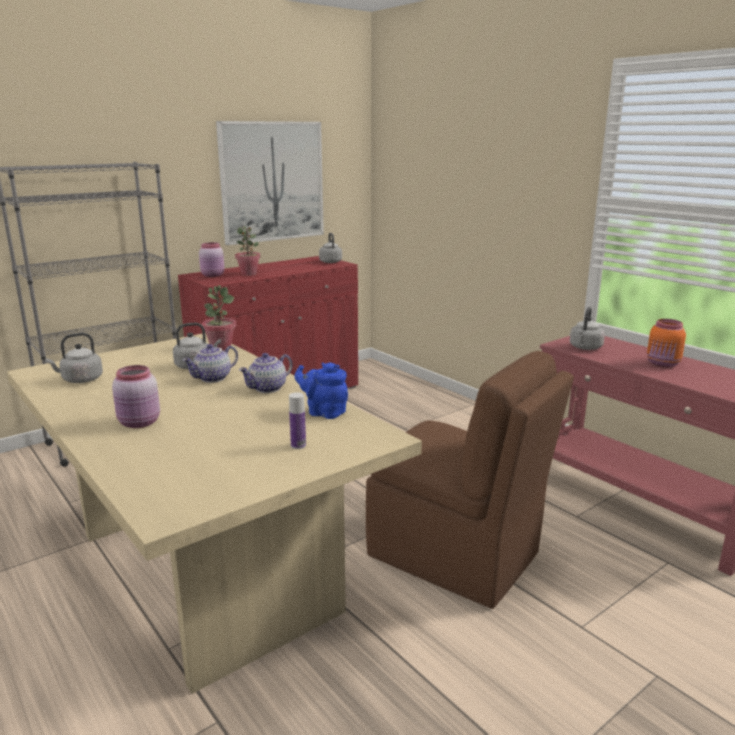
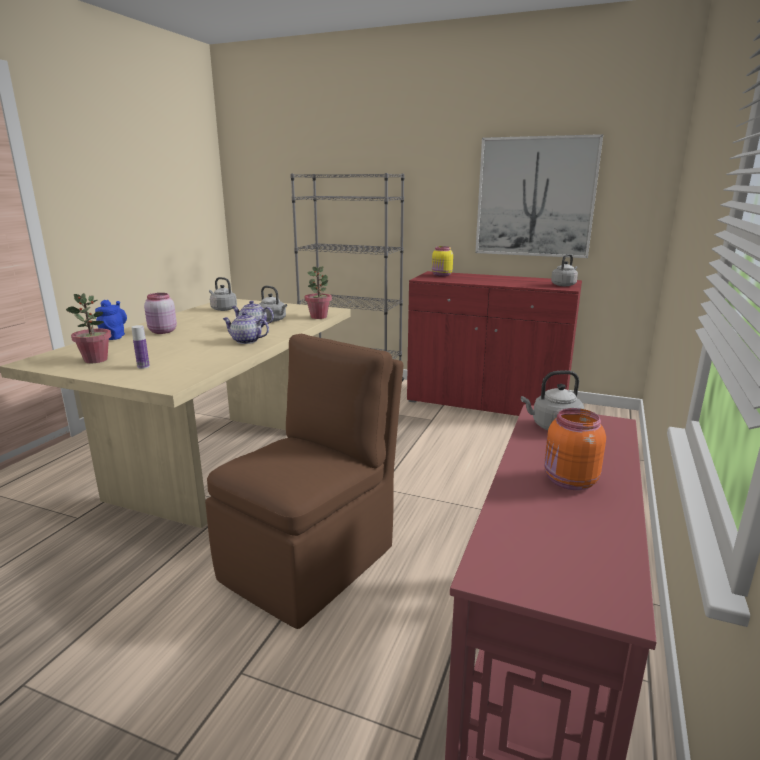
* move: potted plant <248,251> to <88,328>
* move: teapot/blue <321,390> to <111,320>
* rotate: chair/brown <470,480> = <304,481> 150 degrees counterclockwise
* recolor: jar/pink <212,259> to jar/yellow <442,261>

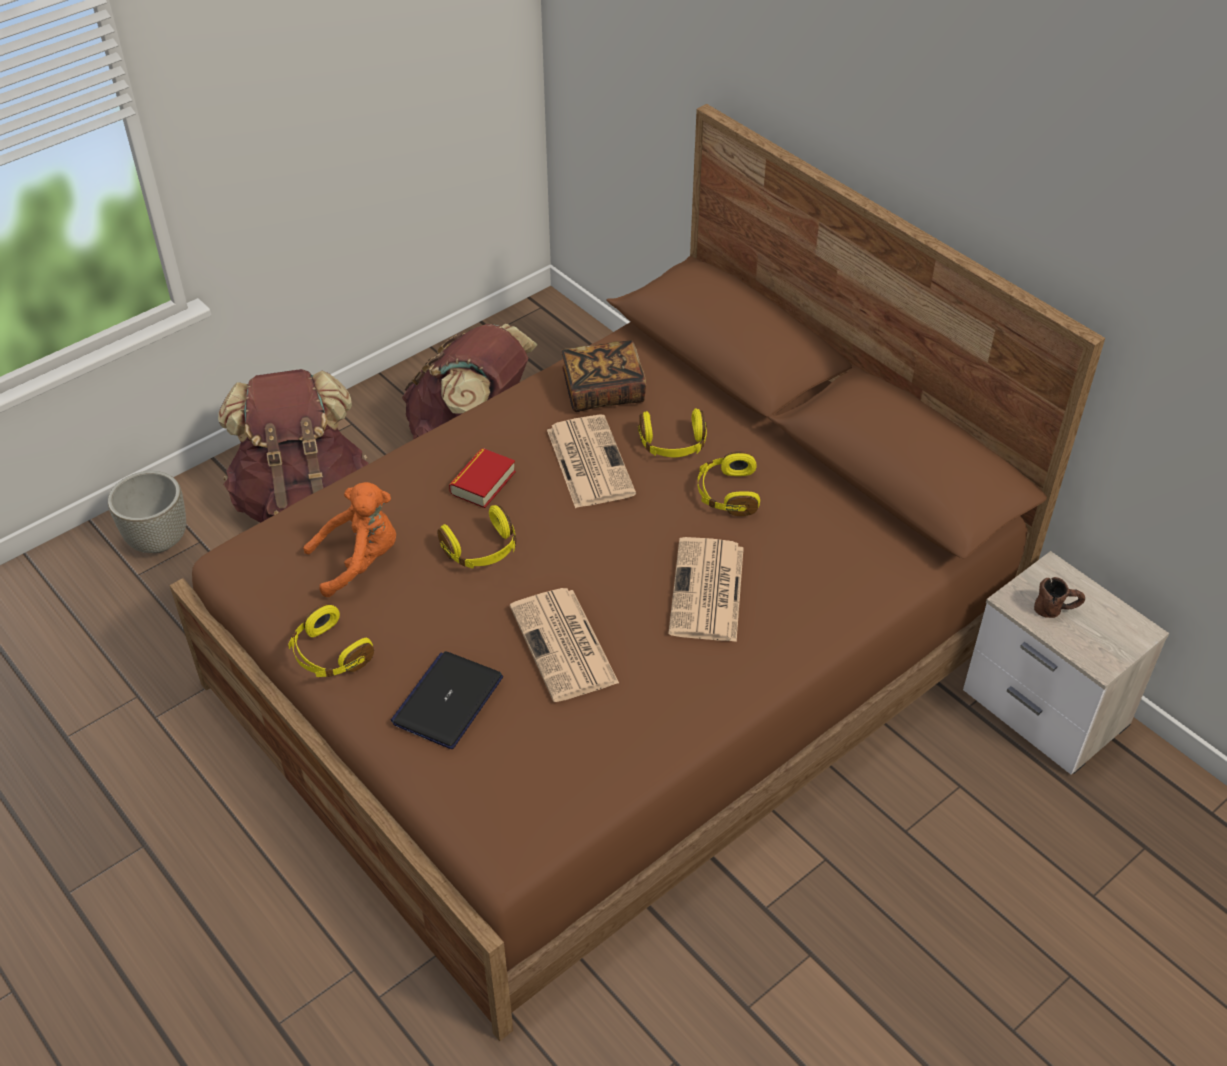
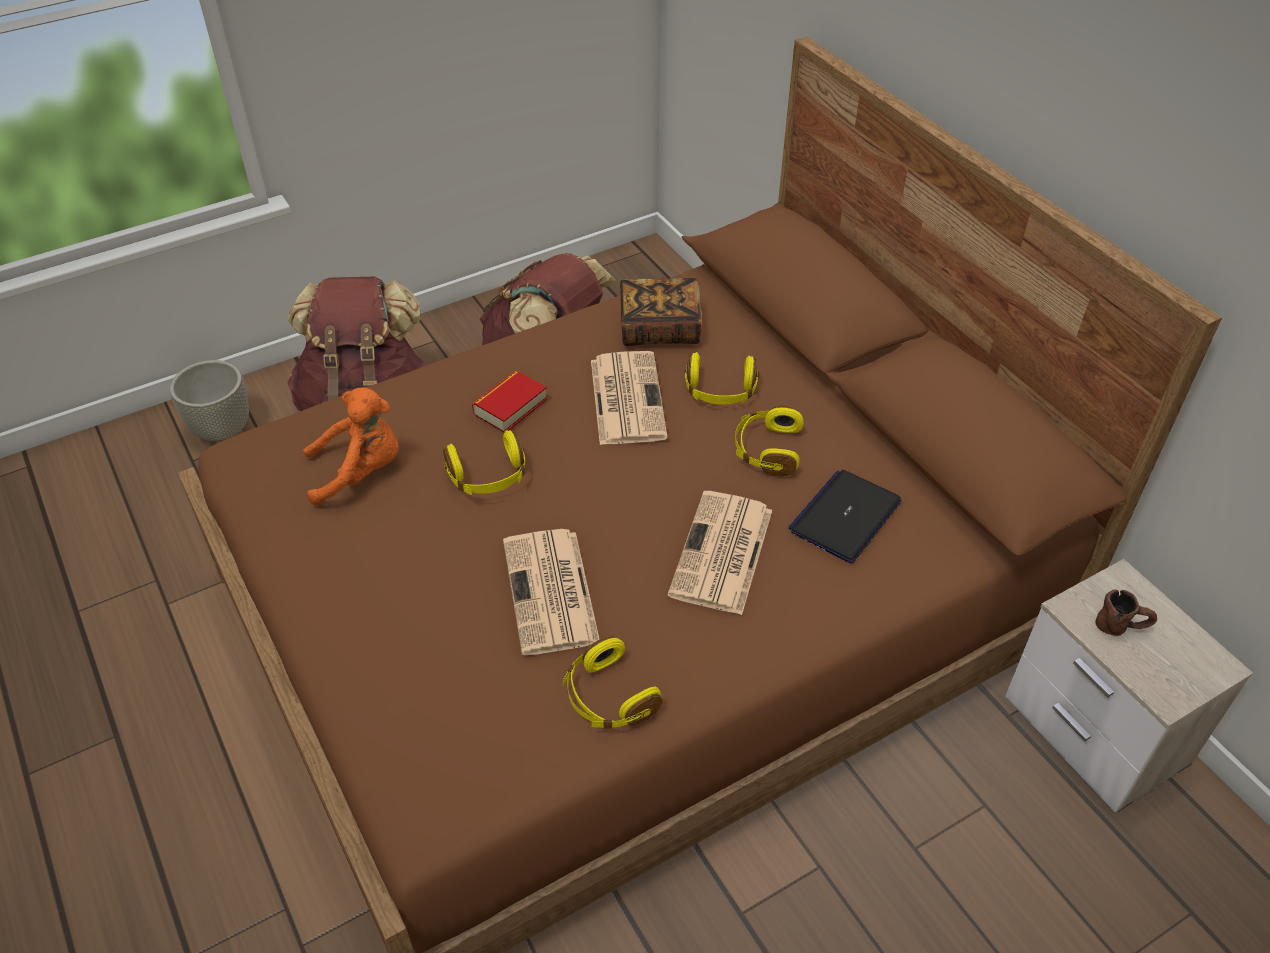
* move: headphones/yellow <331,640> to <612,682>
* move: laptop <447,700> to <845,516>

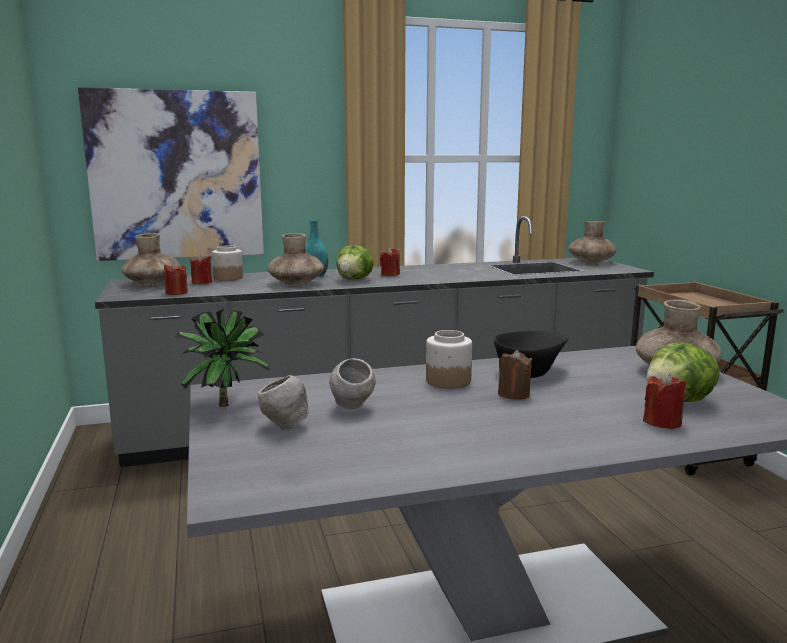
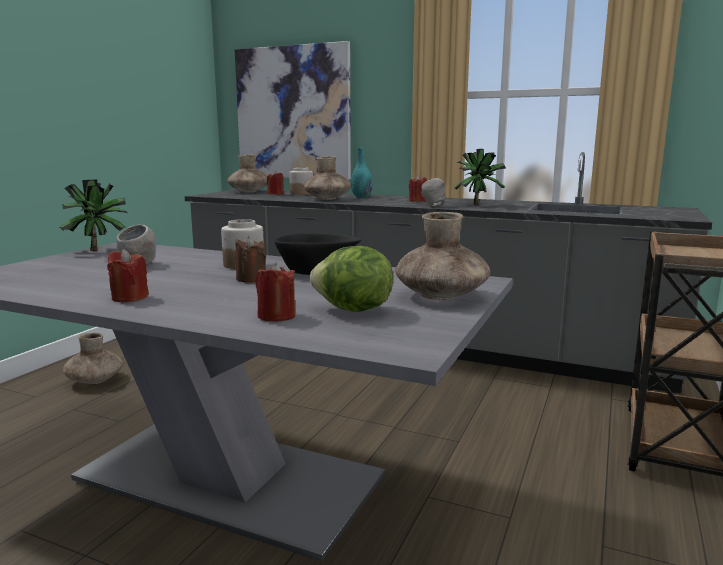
* move: vase/brown <593,242> to <93,358>
* move: candle/red <176,278> to <128,275>
* move: bowl/grey <283,402> to <433,192>
* insert: potted plant <480,177>
* delete: lettuce <355,262>

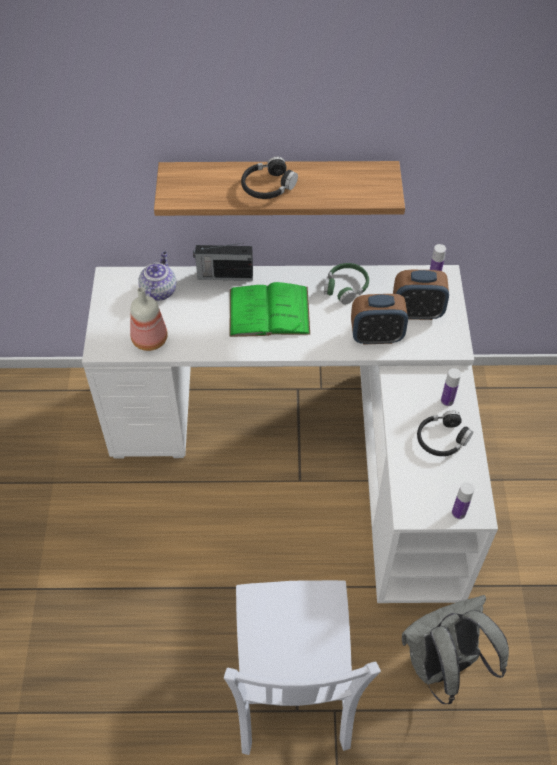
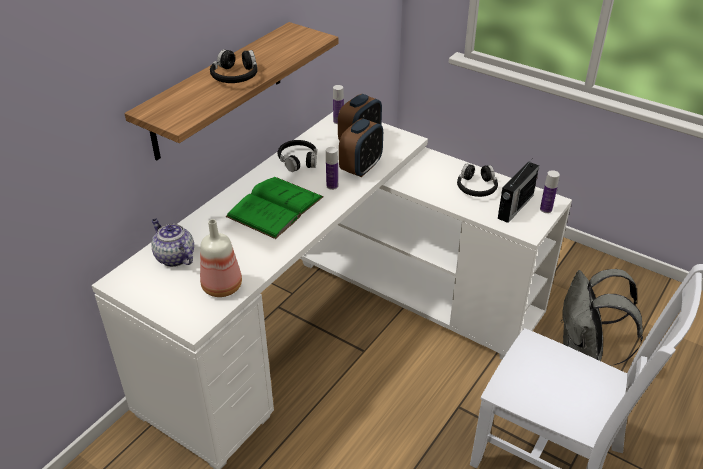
* recolor: headphones/green <346,284> to headphones/black <297,156>
* move: bottle <451,387> to <332,168>
* move: radio <223,262> to <518,191>

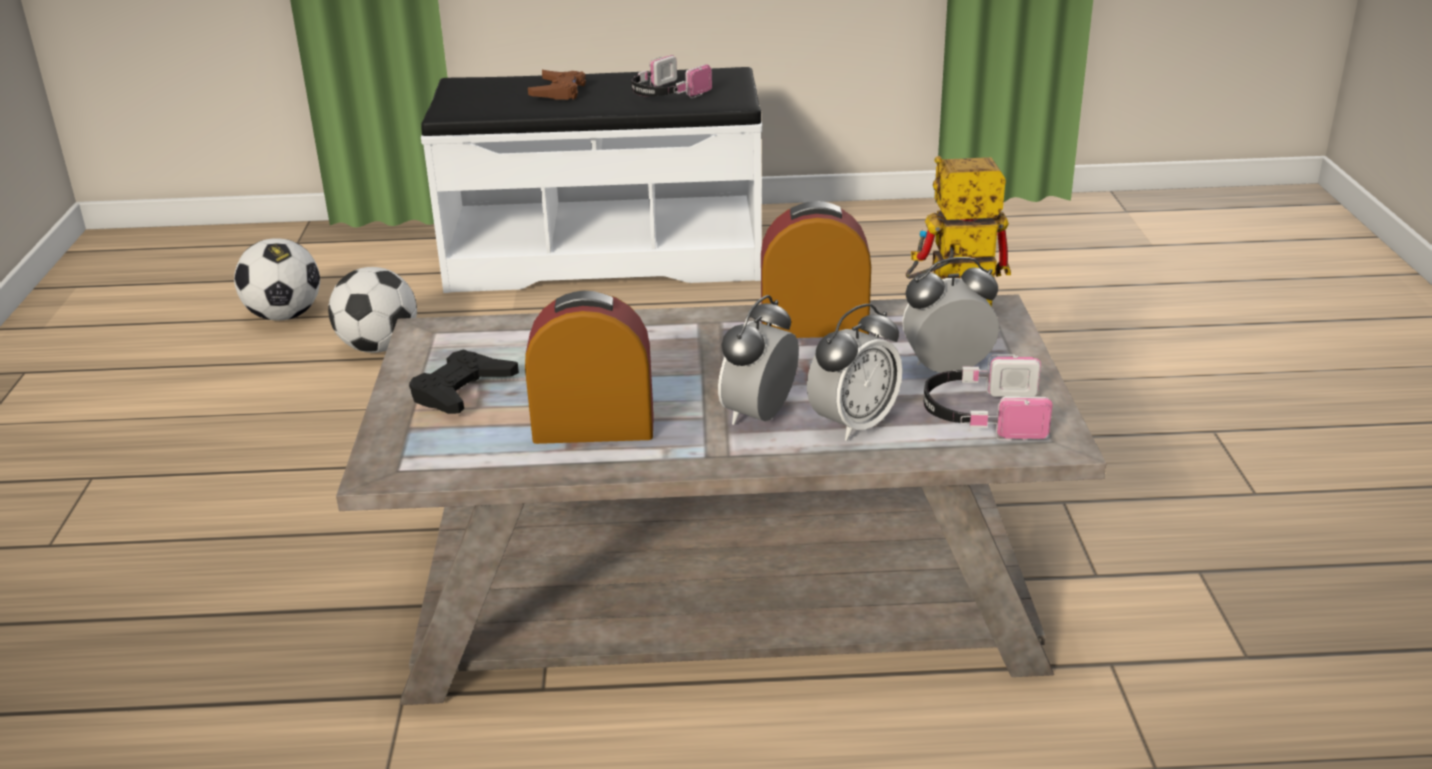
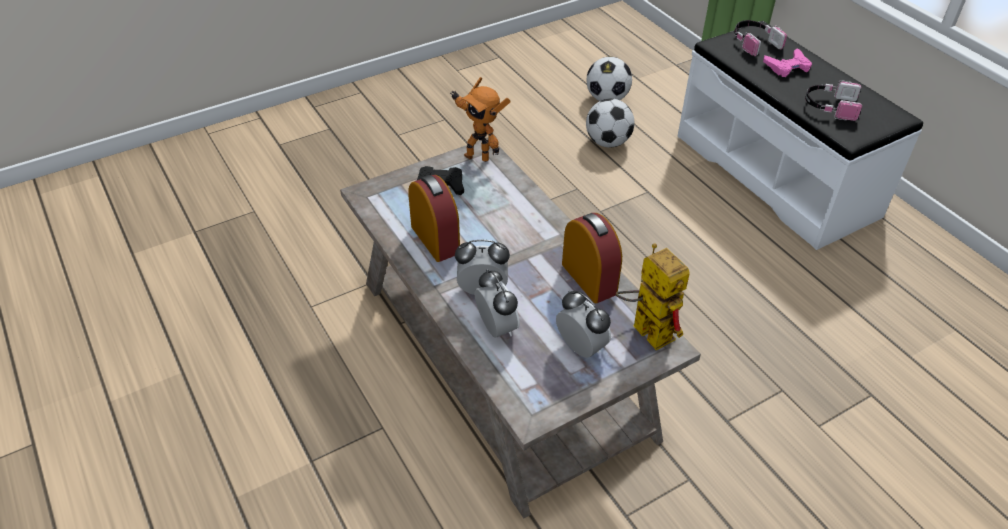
* insert: toy robot <480,119>
* rotate: alarm clock <855,372> = <497,303> 135 degrees counterclockwise
* move: headphones <988,397> to <761,38>
* recolor: game controller/brown <557,85> to game controller/pink <787,62>

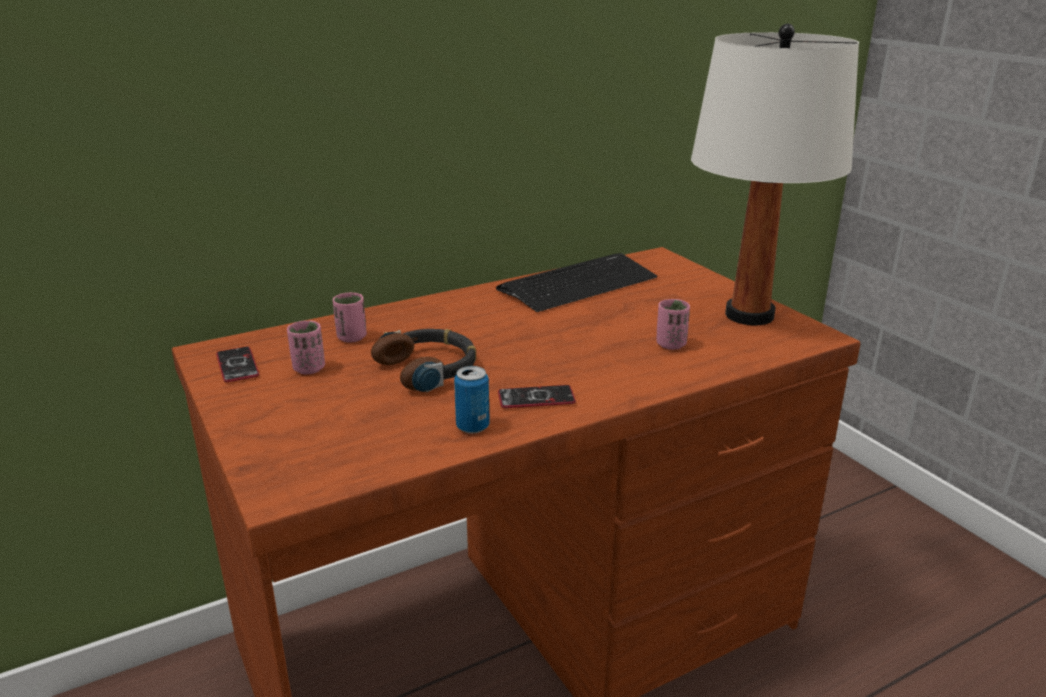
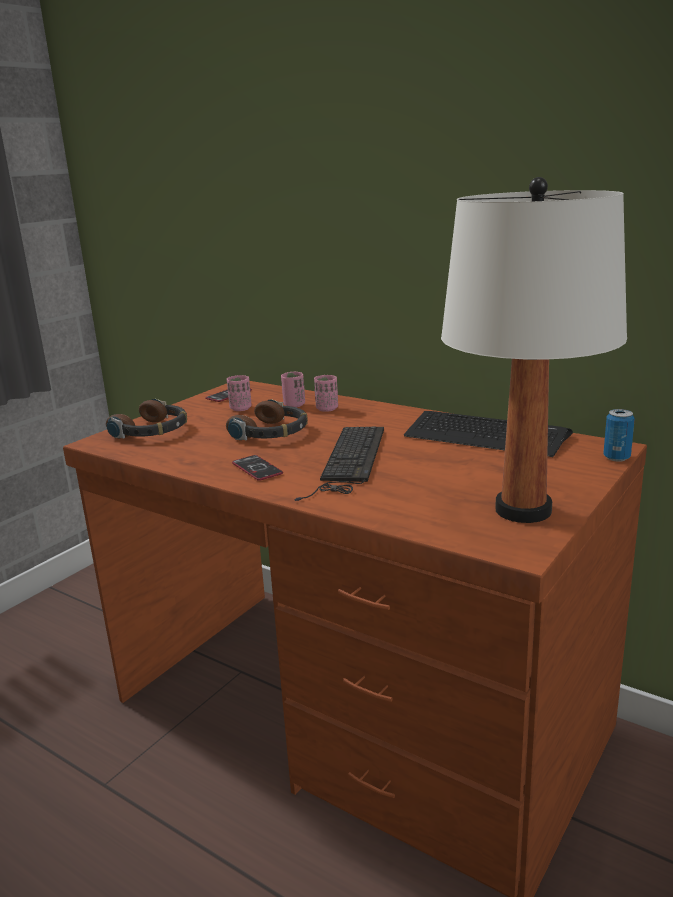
* insert: headphones <146,419>
* insert: keyboard <339,463>
* move: cup/pink <673,324> to <326,393>
* move: can <472,400> to <619,435>

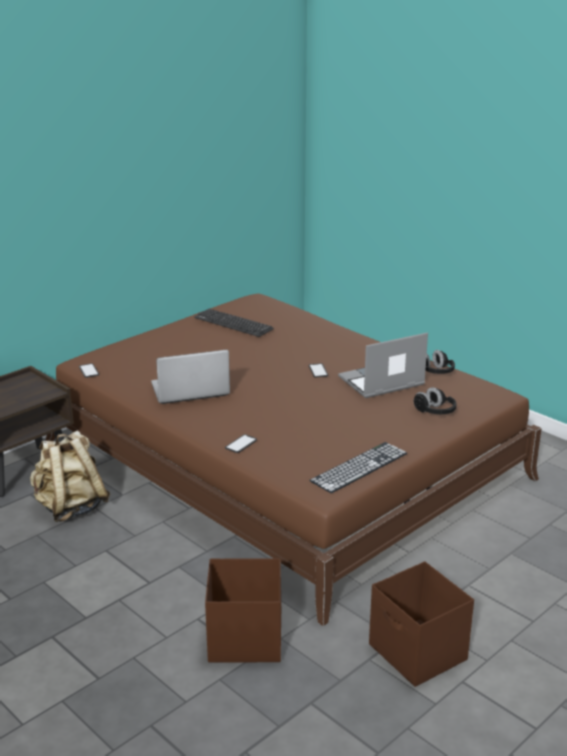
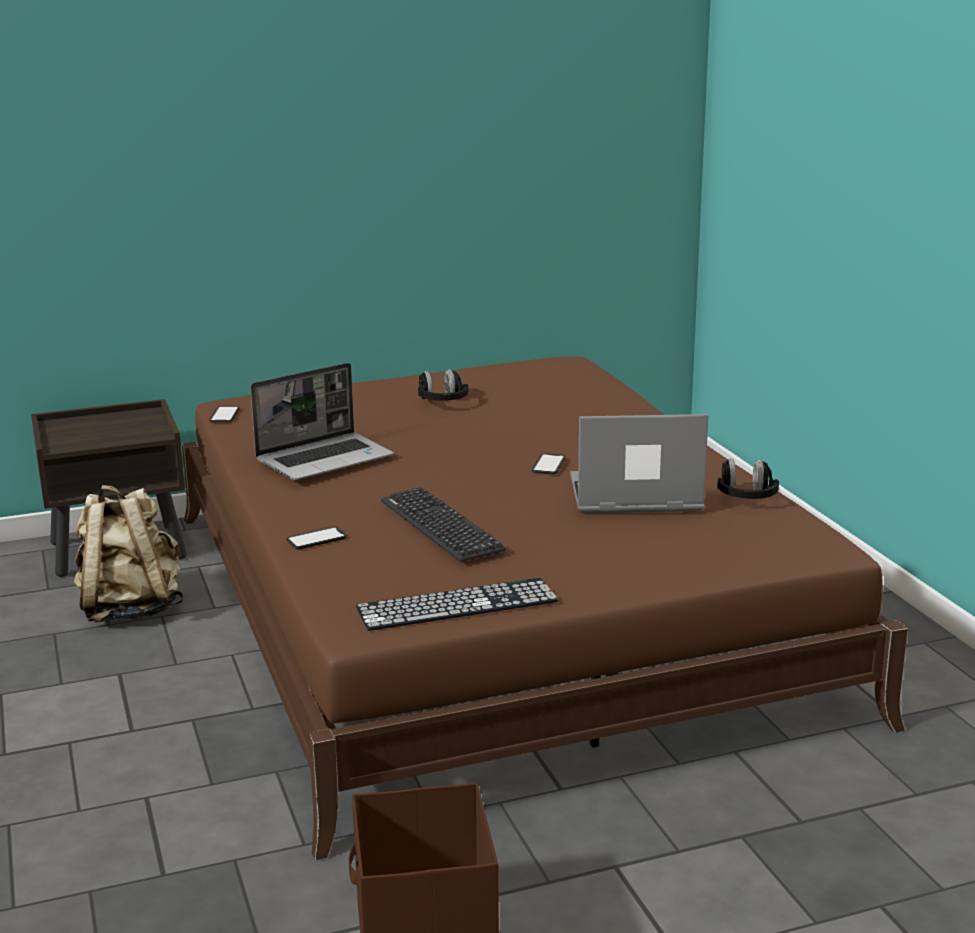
* rotate: laptop <190,377> = <322,421> 135 degrees clockwise
* move: keyboard <234,323> to <443,524>
* move: headphones/black <435,400> to <443,385>
* delete: storage box/brown <243,610>

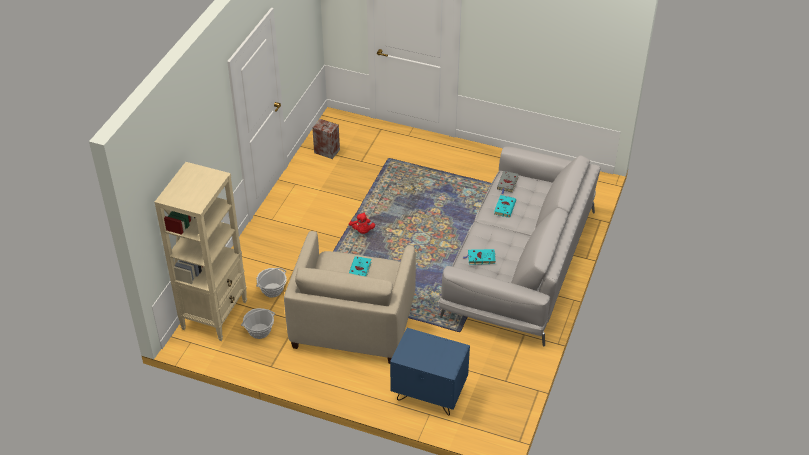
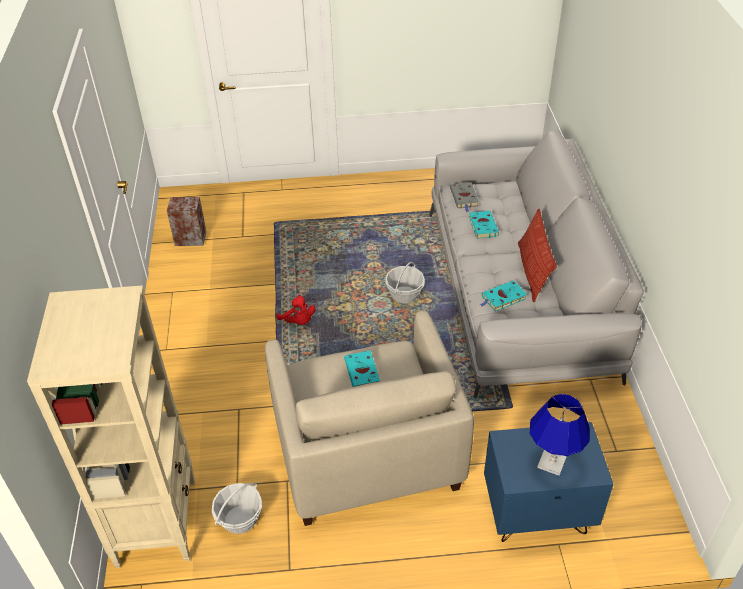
* move: basket <271,282> to <405,282>
* insert: pillow <537,255>
* insert: table lamp/blue <559,435>

